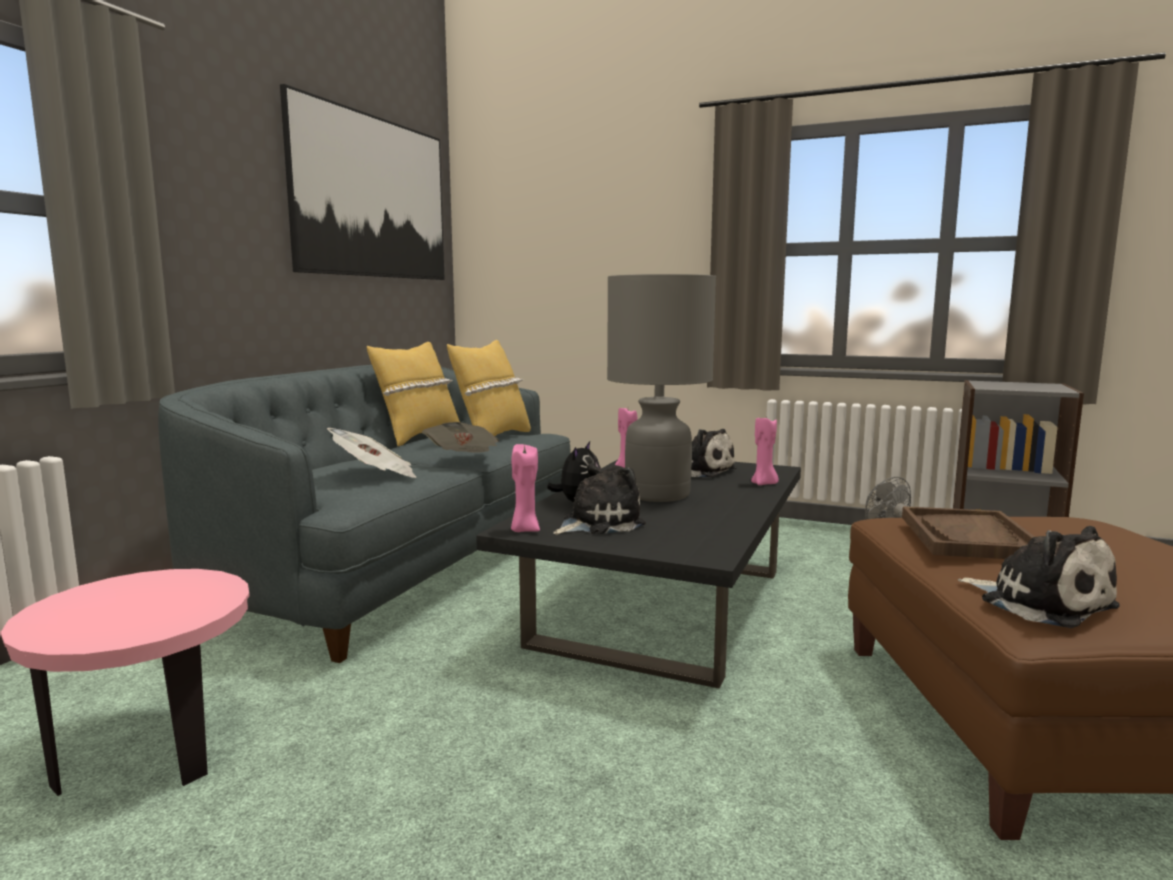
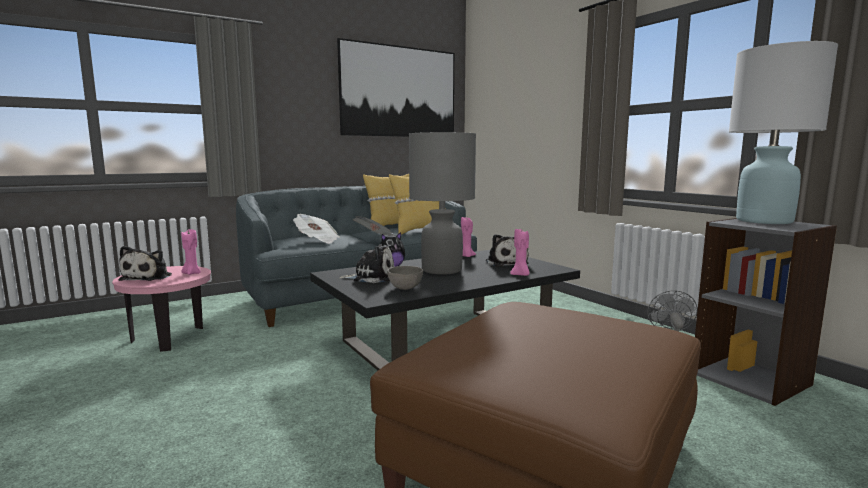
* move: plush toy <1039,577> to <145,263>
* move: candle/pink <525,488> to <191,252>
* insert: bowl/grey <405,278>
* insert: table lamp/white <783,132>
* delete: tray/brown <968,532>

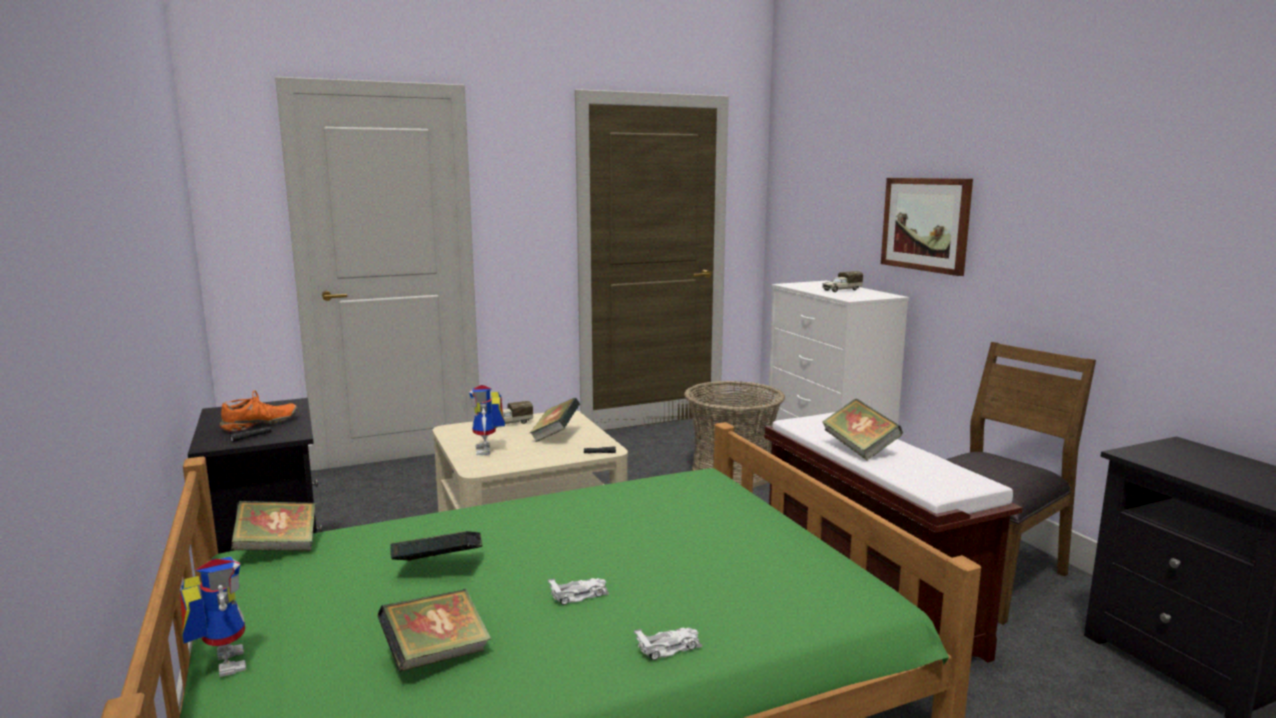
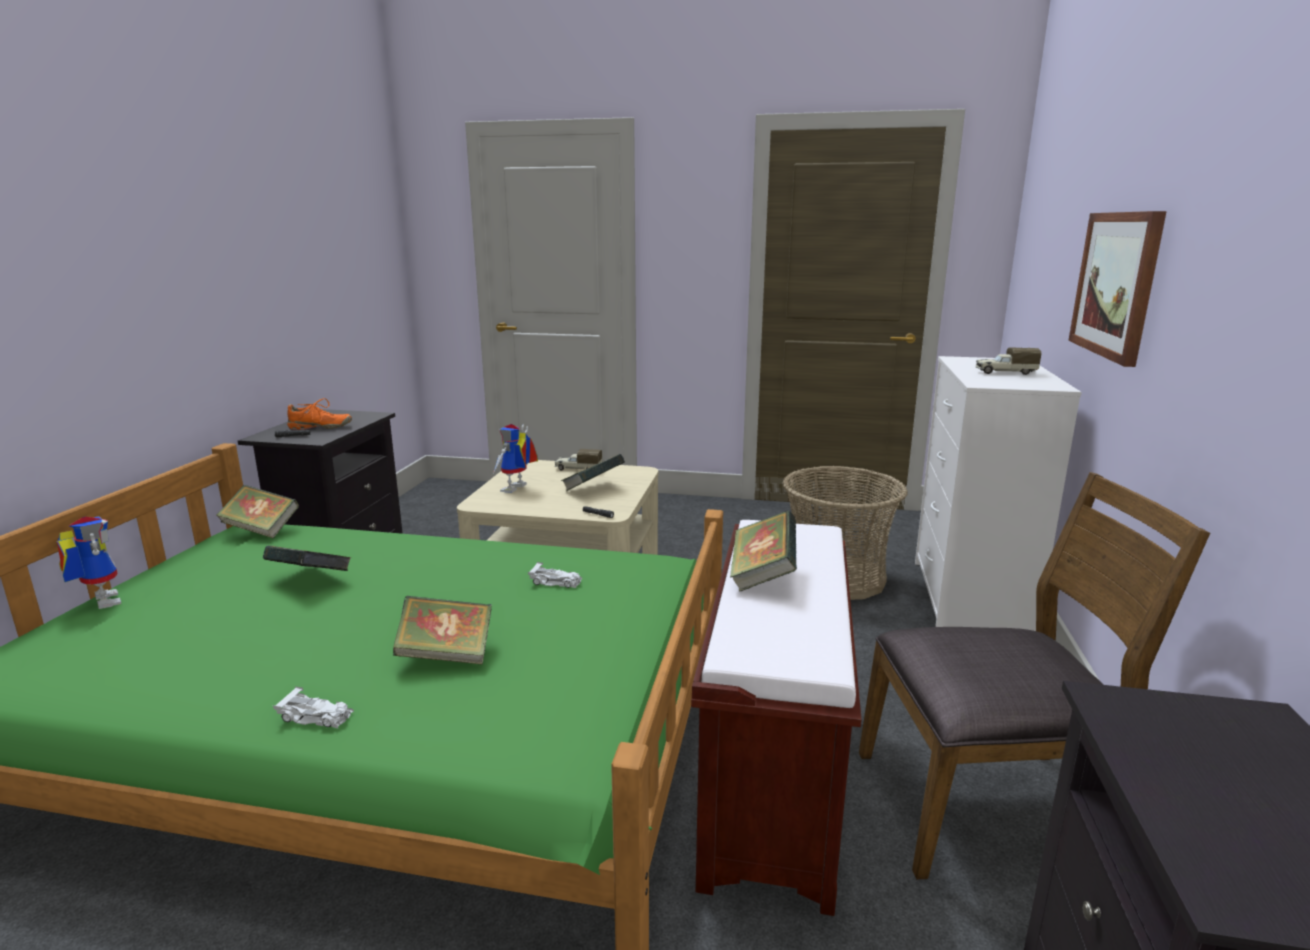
* rotate: toy robot <213,617> = <89,562> 45 degrees counterclockwise
* move: book <434,630> to <442,630>
* move: toy car/white <578,591> to <555,575>

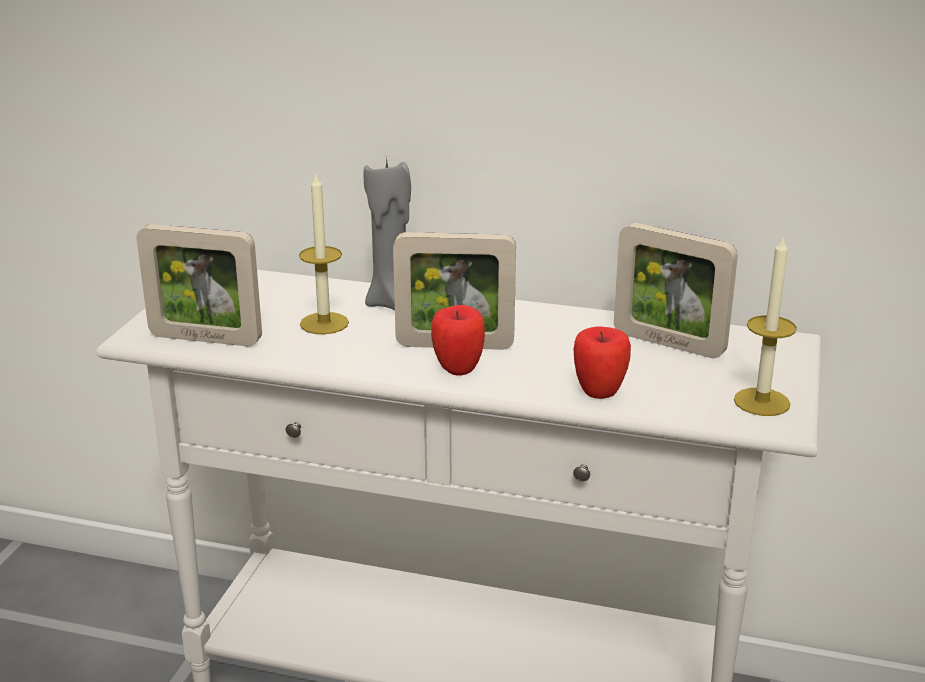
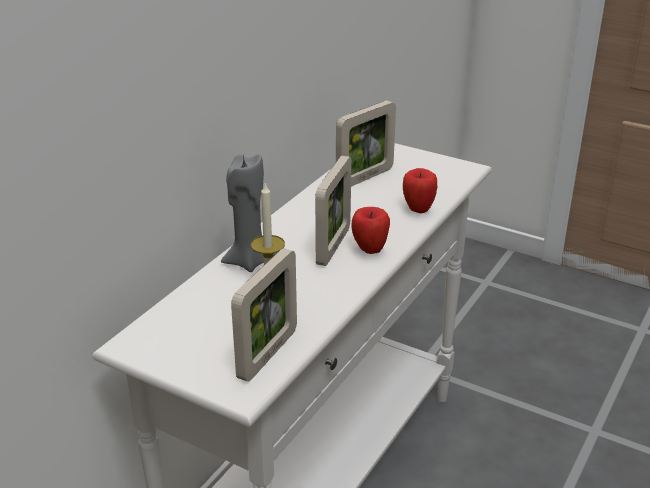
* delete: candle <765,325>

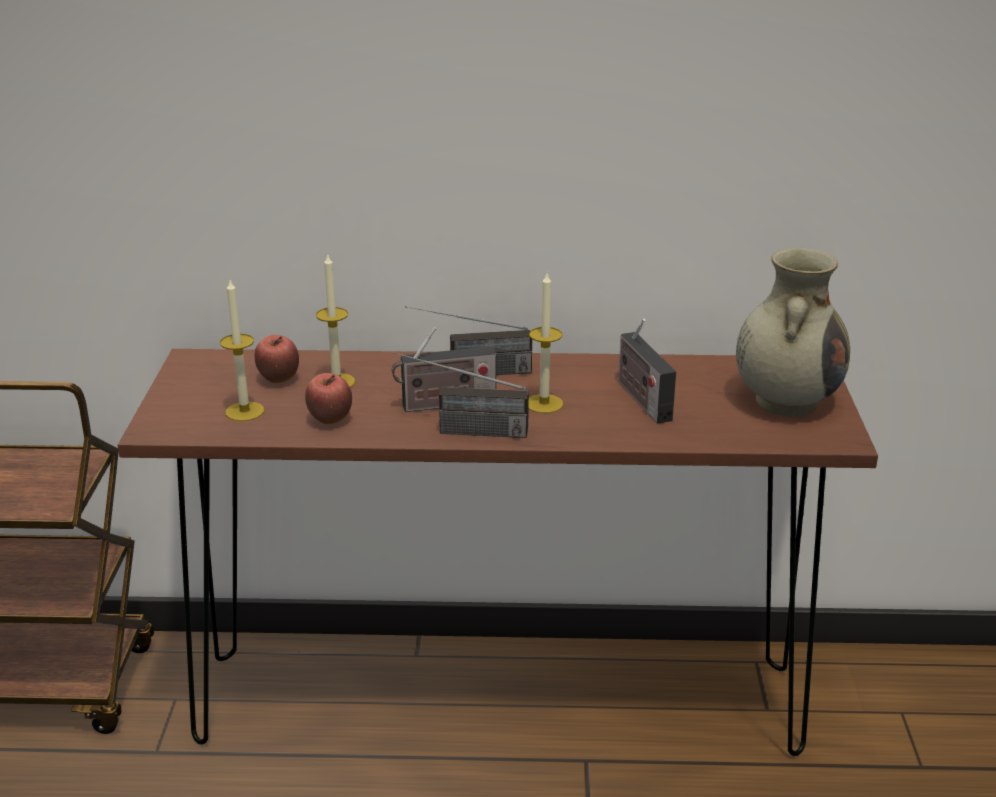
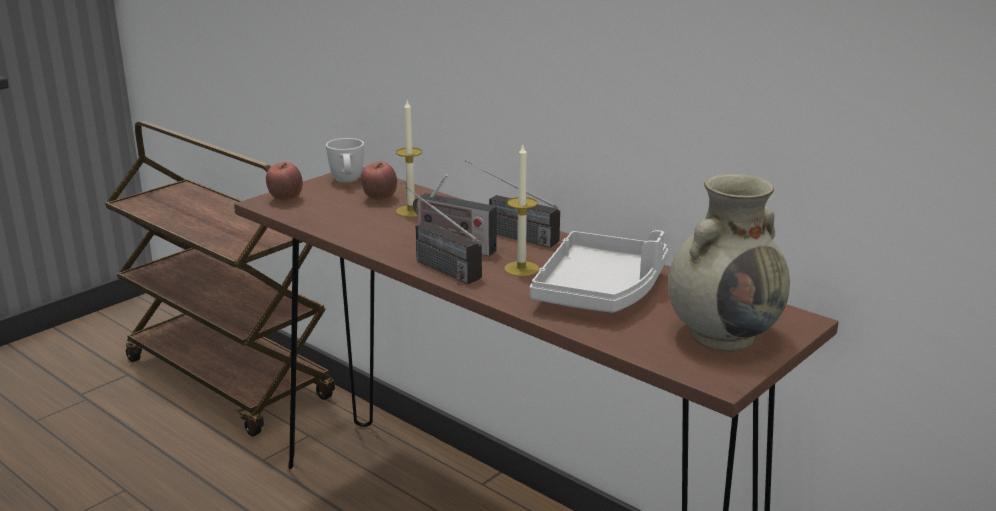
* move: apple <328,398> to <284,181>
* insert: mug/white <345,160>
* replace: radio <647,371> to tray/grey <599,271>
* delete: candle <242,350>

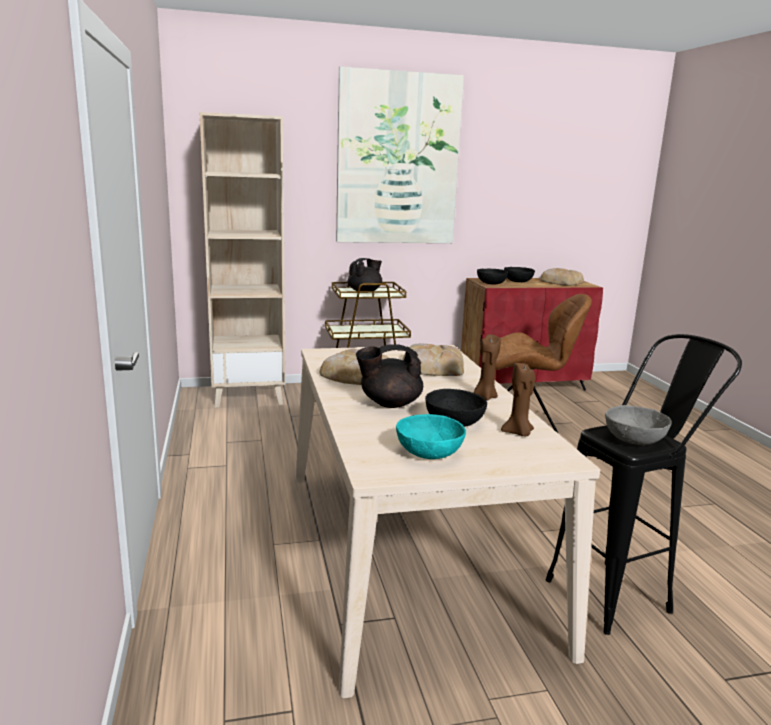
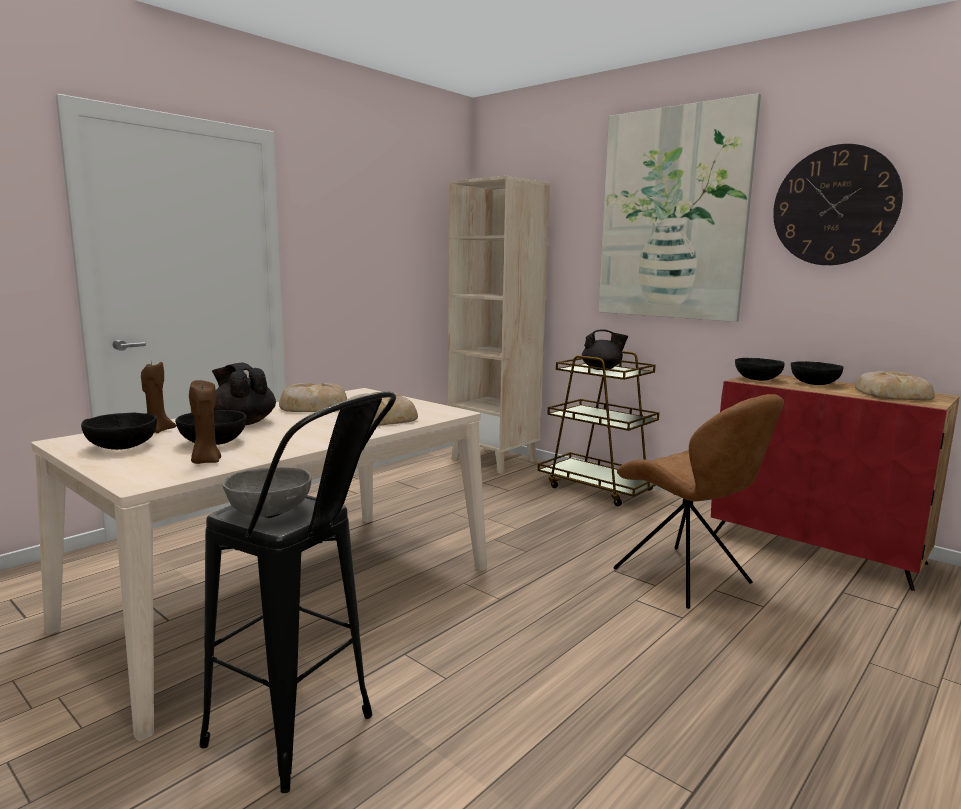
* recolor: bowl/turquoise <431,436> to bowl/black <119,431>
* move: candle/brown <487,367> to <158,397>
* insert: wall clock <838,204>

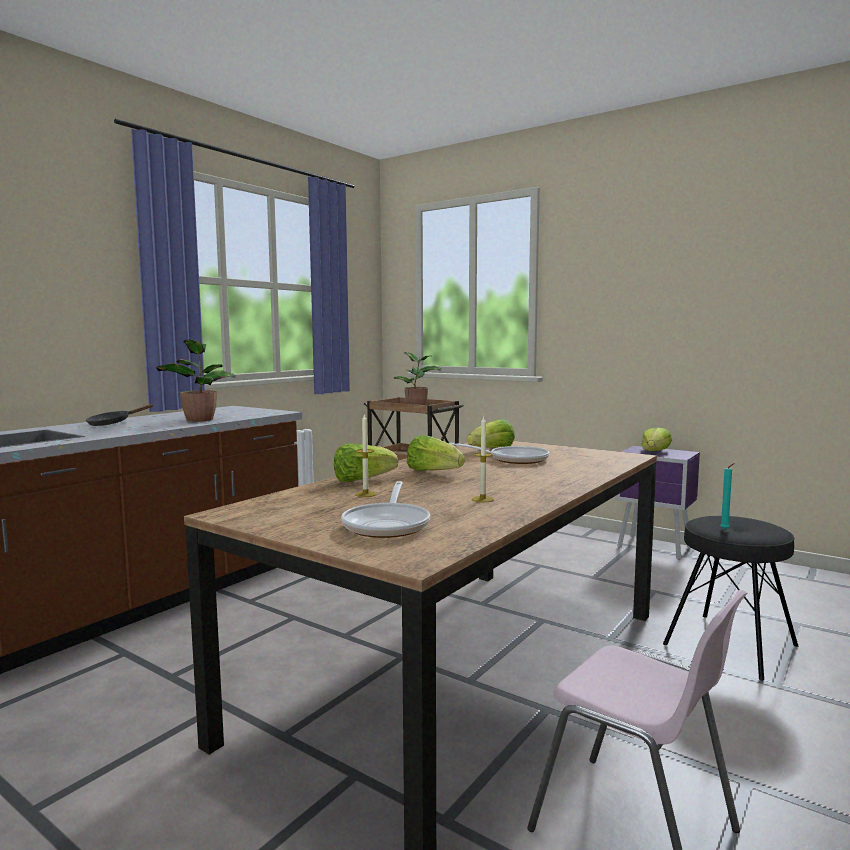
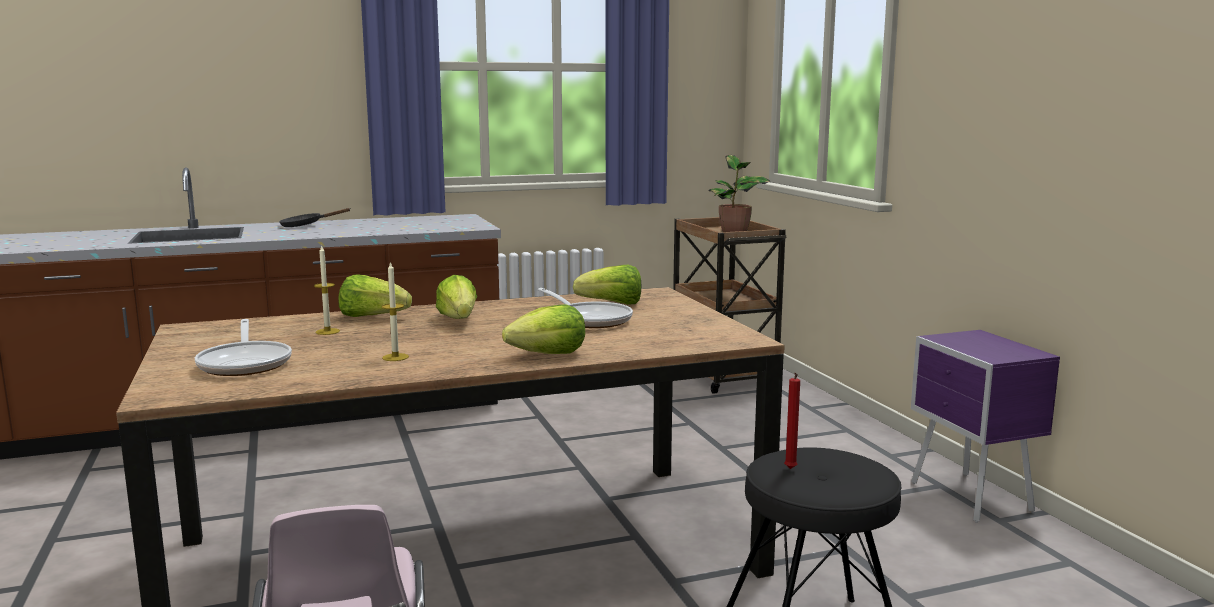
* rotate: frying pan <385,509> = <243,347> 60 degrees counterclockwise
* move: lettuce <656,439> to <543,329>
* recolor: candle/turquoise <727,496> to candle/red <792,420>
* delete: potted plant <196,381>

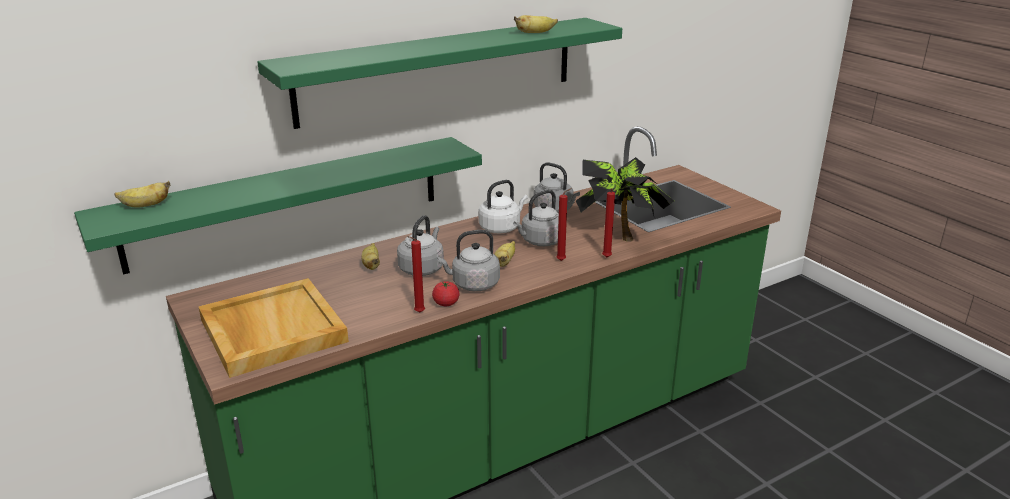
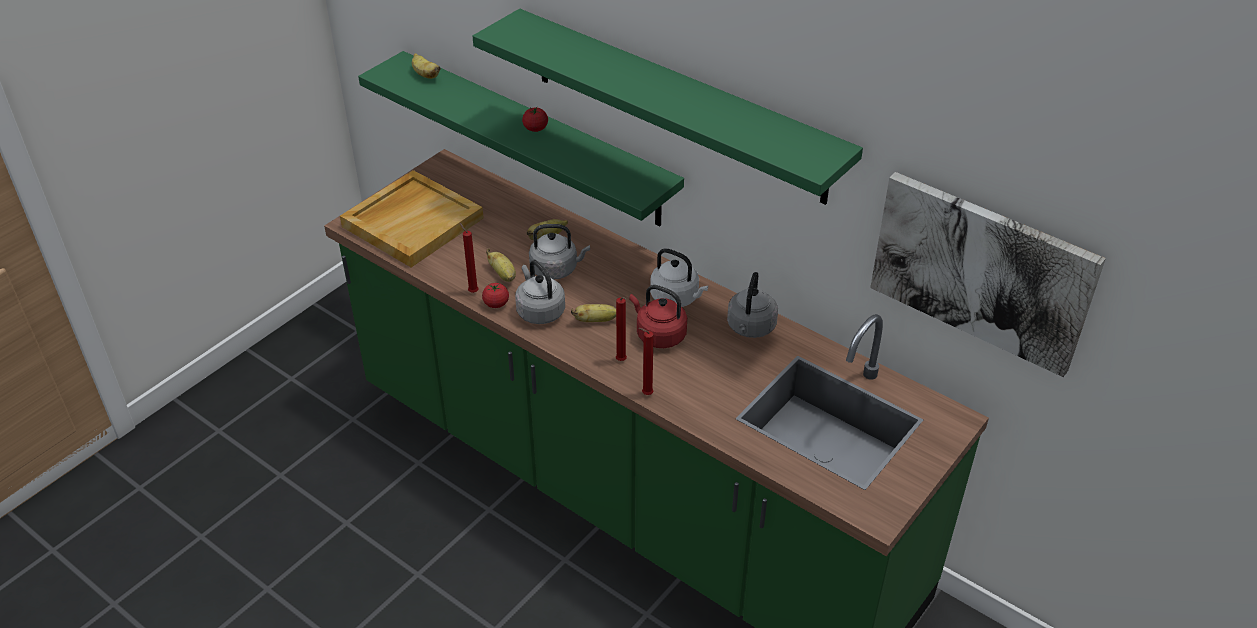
* move: banana <536,24> to <501,265>
* insert: tomato <535,119>
* recolor: kettle/grey <536,218> to kettle/red <658,316>
* insert: picture <988,274>
* delete: potted plant <625,199>

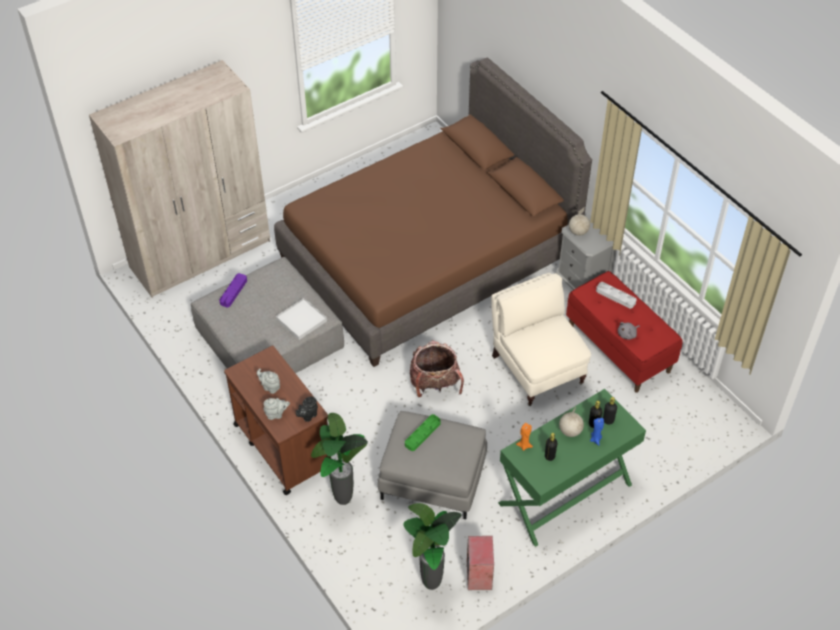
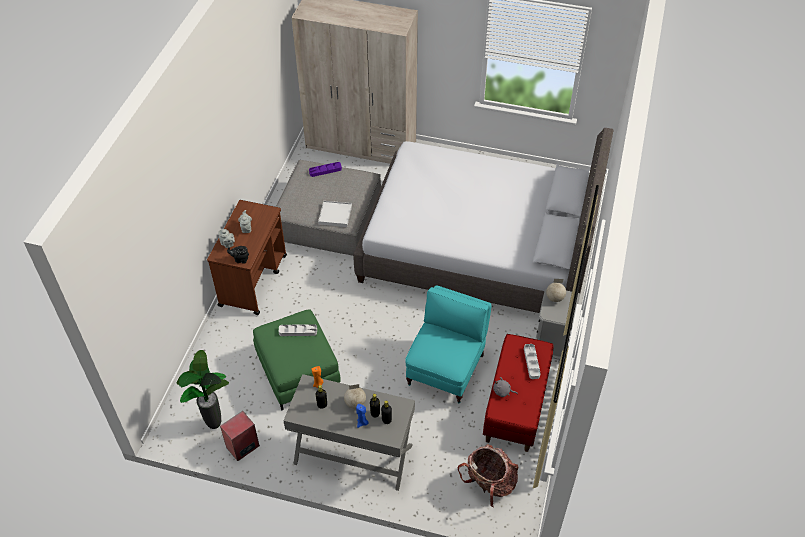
* recolor: ottoman/grey <432,465> to ottoman/green <297,359>
* recolor: tray/green <423,432> to tray/grey <298,330>
* recolor: console table/green <572,468> to console table/grey <349,432>
* recolor: bed/brown <433,212> to bed/grey <484,220>
* recolor: armchair/beige <541,339> to armchair/turquoise <448,344>
* move: backpack <437,368> to <488,476>
* delete: potted plant <339,459>

